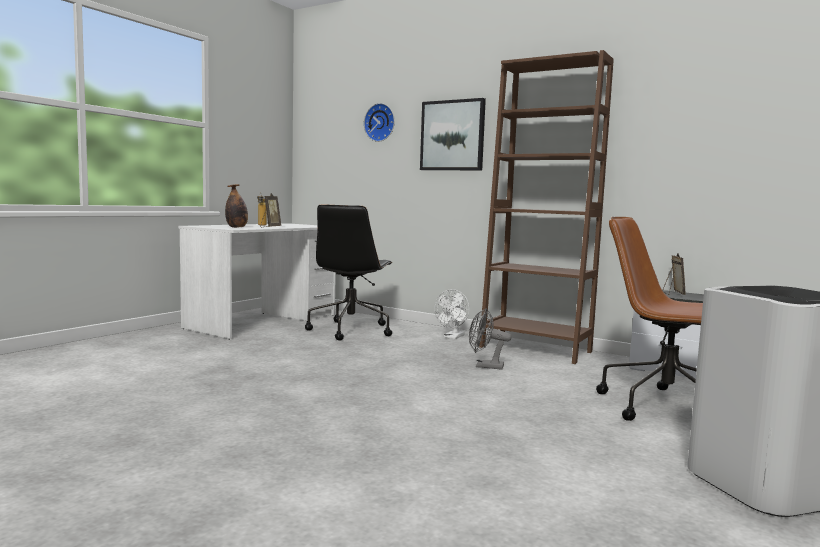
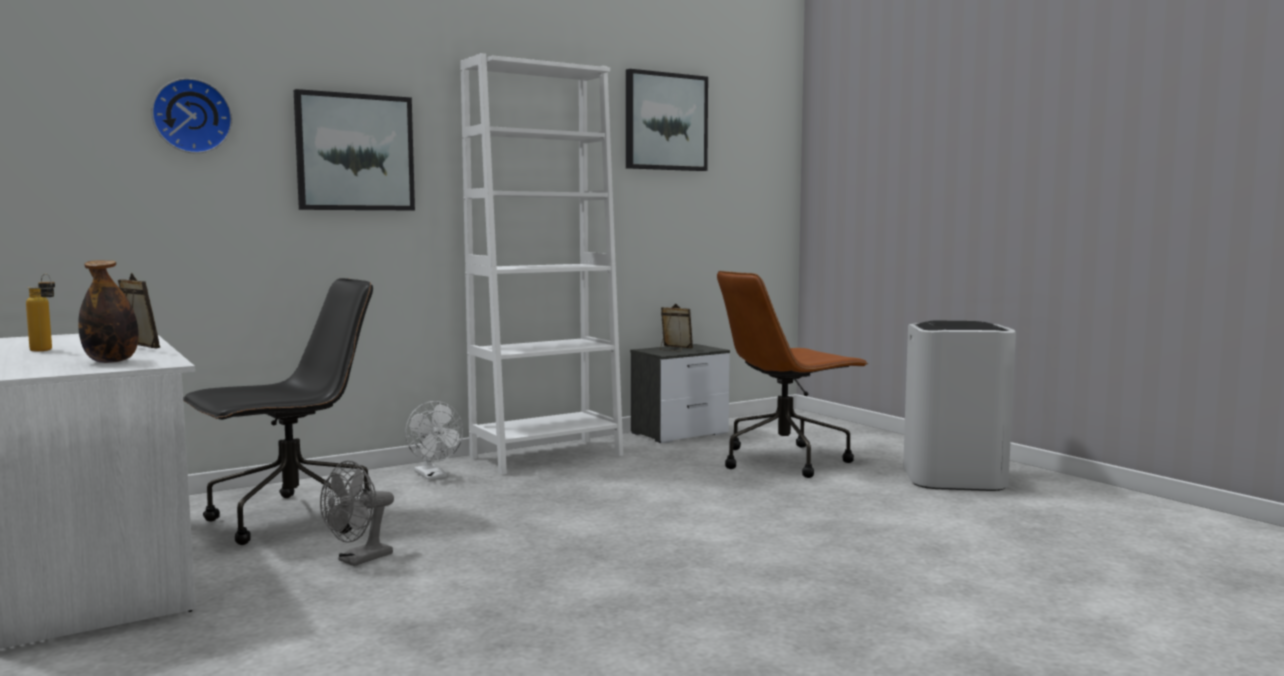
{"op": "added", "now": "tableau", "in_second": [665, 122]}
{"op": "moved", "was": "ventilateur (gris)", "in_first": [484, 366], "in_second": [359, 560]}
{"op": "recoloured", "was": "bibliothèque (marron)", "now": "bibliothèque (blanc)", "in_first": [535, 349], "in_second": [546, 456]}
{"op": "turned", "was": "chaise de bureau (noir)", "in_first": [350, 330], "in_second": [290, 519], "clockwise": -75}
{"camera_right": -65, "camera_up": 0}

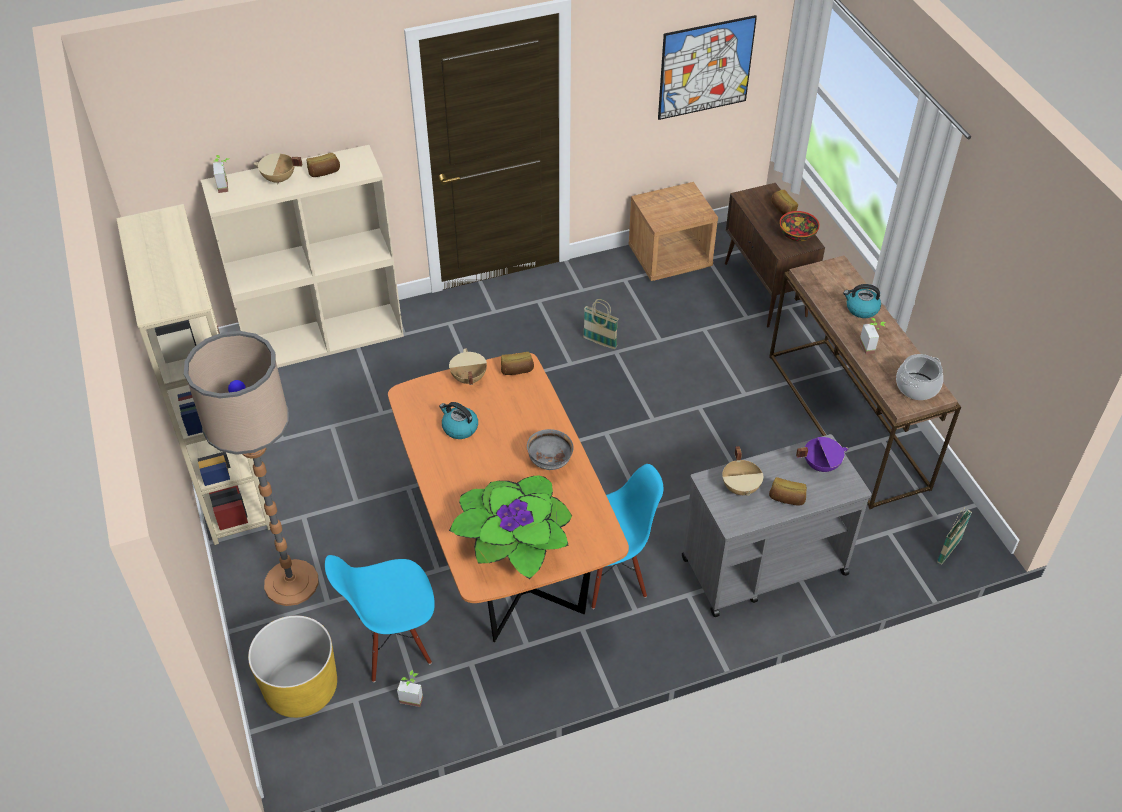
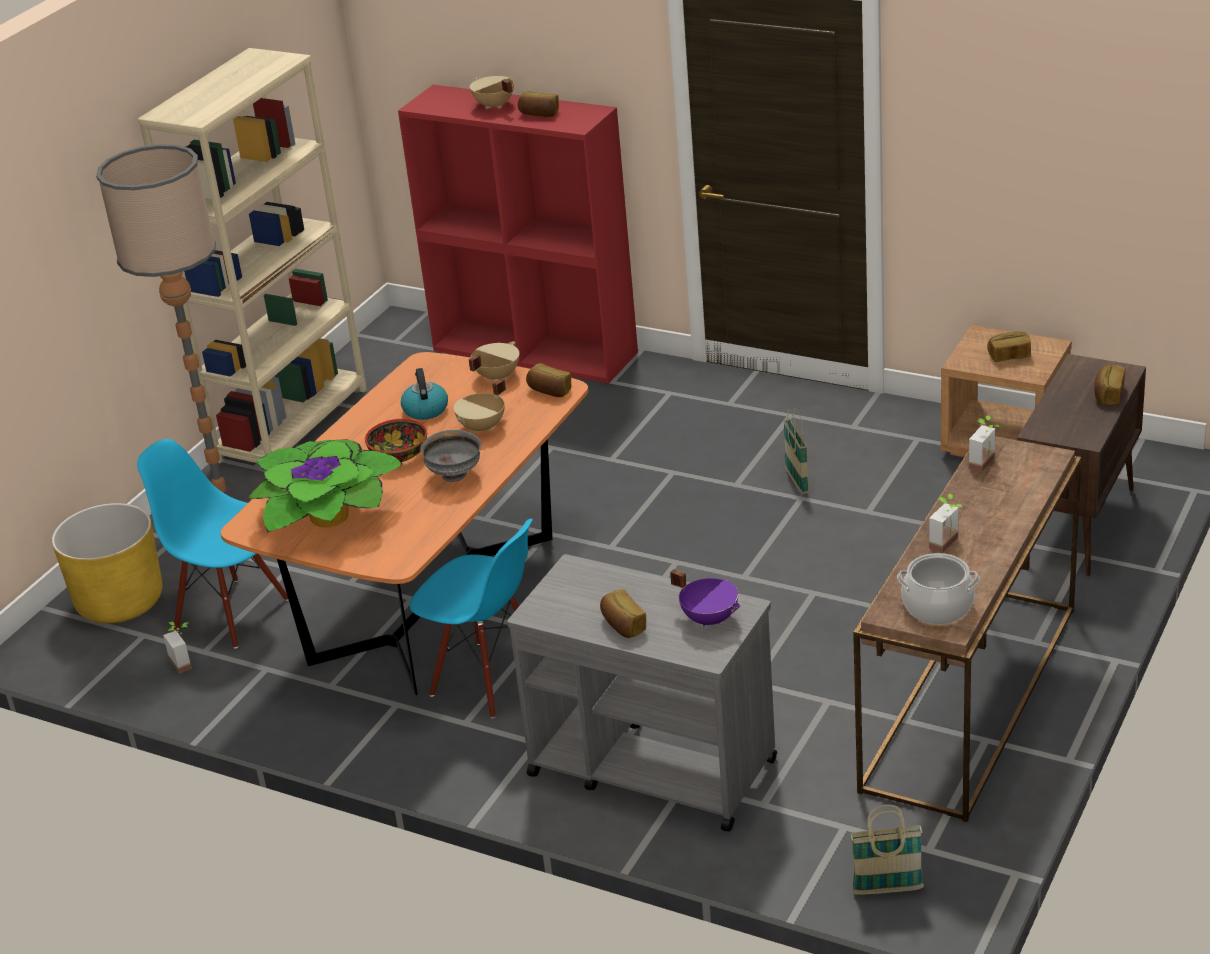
{"op": "removed", "was": "tableau", "in_first": [705, 68]}
{"op": "removed", "was": "bouilloire", "in_first": [861, 309]}
{"op": "added", "now": "pain", "in_second": [1009, 356]}
{"op": "moved", "was": "plante en pot", "in_first": [227, 185], "in_second": [987, 464]}
{"op": "moved", "was": "marmite (beige)", "in_first": [741, 487], "in_second": [483, 427]}
{"op": "moved", "was": "bol", "in_first": [797, 235], "in_second": [398, 455]}
{"op": "recoloured", "was": "bibliothèque (beige)", "now": "bibliothèque (rouge)", "in_first": [324, 337], "in_second": [537, 351]}
{"camera_right": 50, "camera_up": -15}

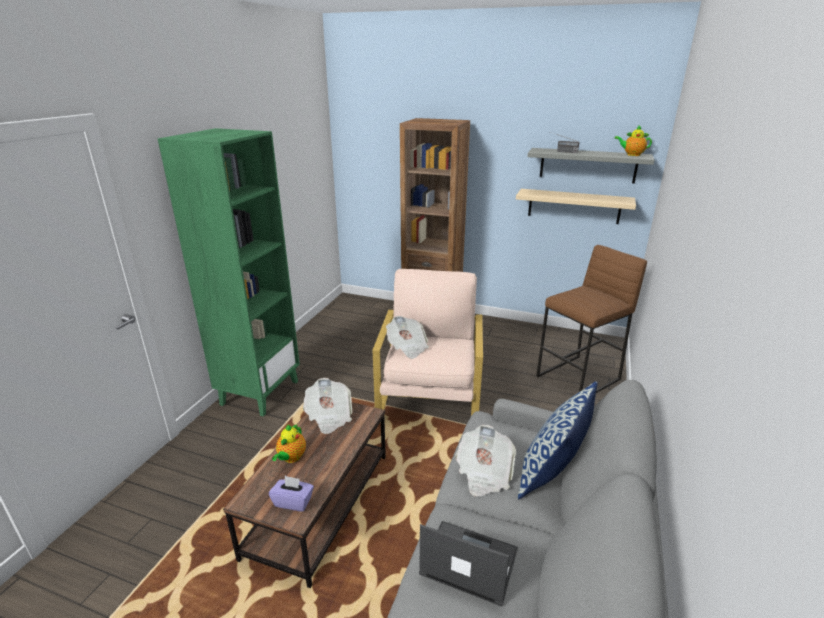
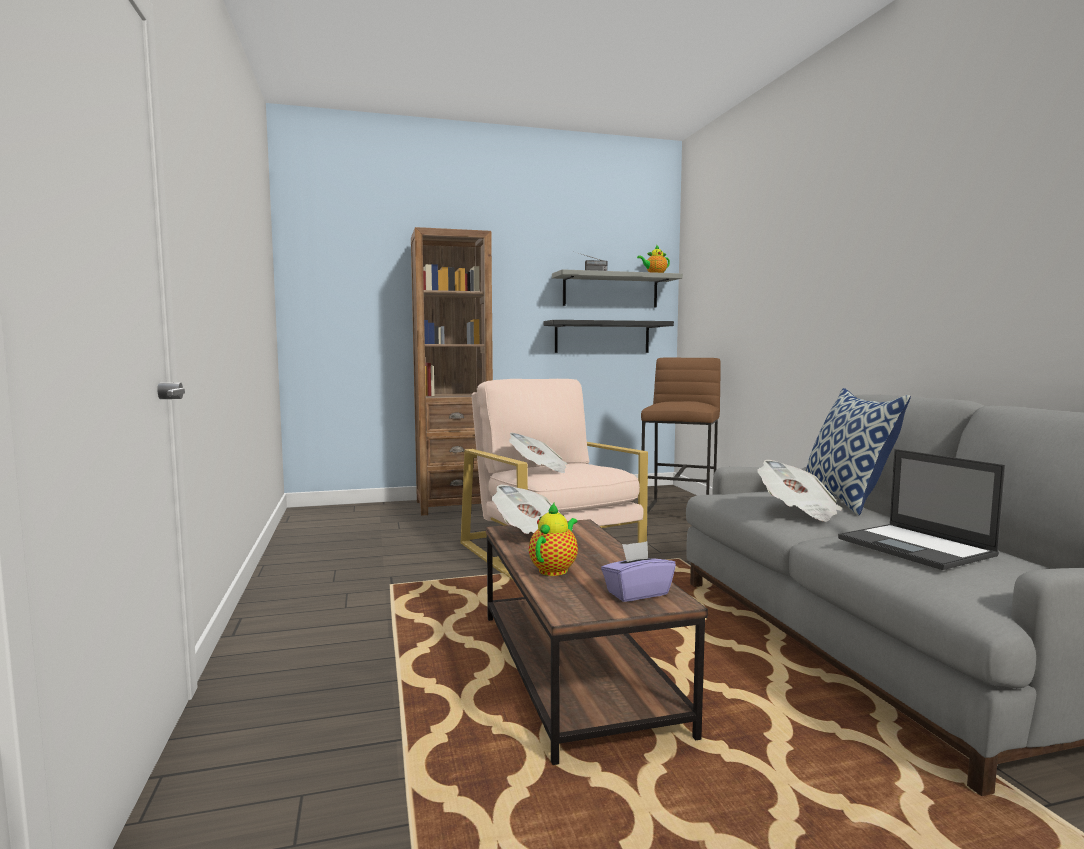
{"op": "removed", "was": "bibliothèque (vert)", "in_first": [260, 392]}
{"op": "recoloured", "was": "étagère (beige)", "now": "étagère (noir)", "in_first": [574, 206], "in_second": [602, 337]}
{"op": "turned", "was": "théière", "in_first": [291, 458], "in_second": [555, 569], "clockwise": -135}
{"op": "turned", "was": "ordinateur portable", "in_first": [468, 561], "in_second": [916, 547], "clockwise": -105}
{"camera_right": -35, "camera_up": -20}

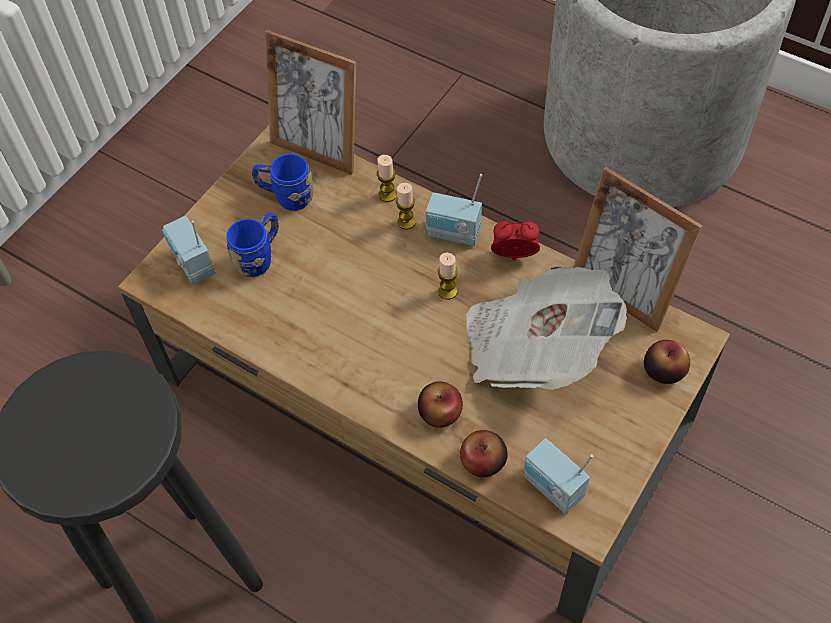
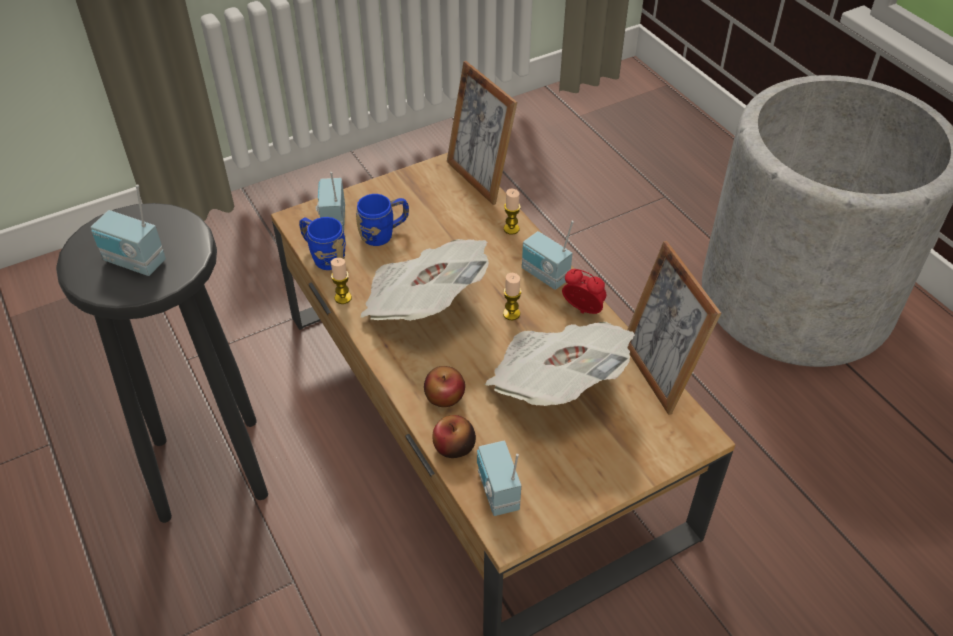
{"op": "removed", "was": "pomme", "in_first": [664, 370]}
{"op": "added", "now": "radio", "in_second": [134, 263]}
{"op": "added", "now": "journal", "in_second": [423, 303]}
{"op": "moved", "was": "mug (bleu)", "in_first": [286, 197], "in_second": [323, 256]}
{"op": "moved", "was": "bougie", "in_first": [406, 222], "in_second": [343, 298]}
{"camera_right": 25, "camera_up": -10}

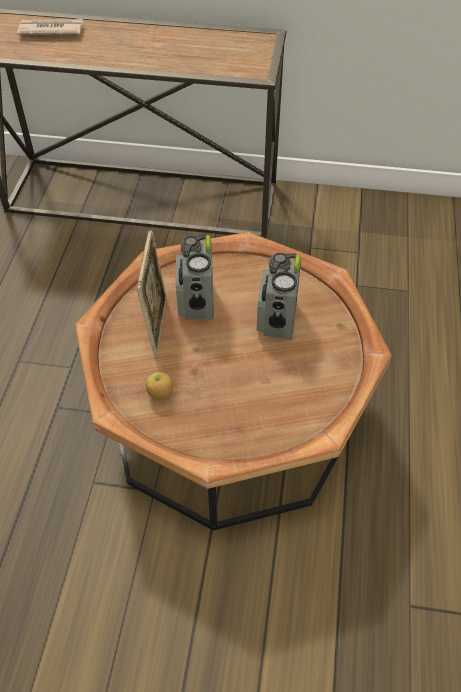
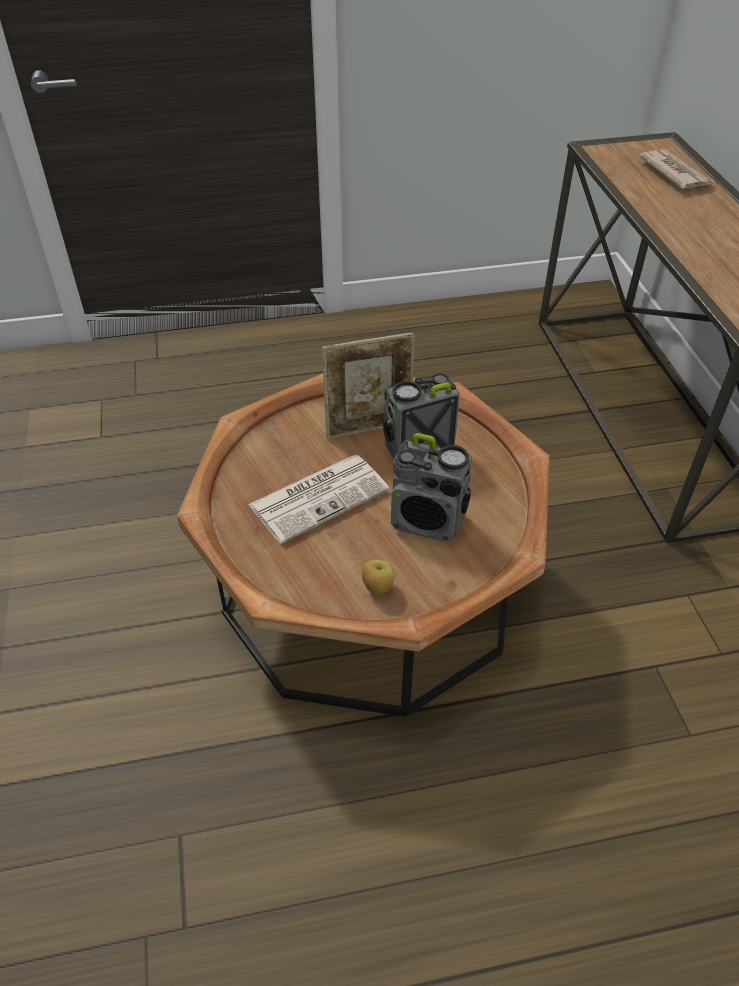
{"op": "added", "now": "journal", "in_second": [320, 496]}
{"op": "moved", "was": "pomme", "in_first": [160, 394], "in_second": [377, 587]}
{"op": "turned", "was": "radio", "in_first": [276, 320], "in_second": [428, 521], "clockwise": -150}
{"camera_right": 70, "camera_up": -5}

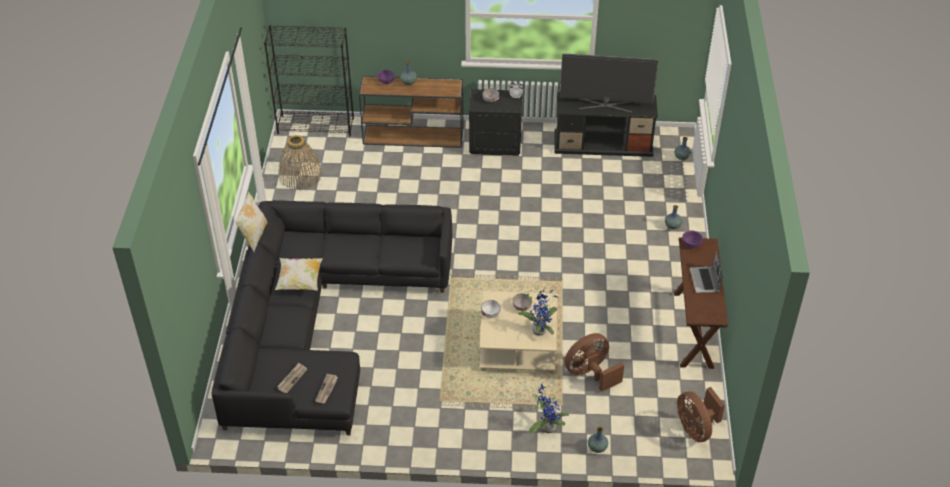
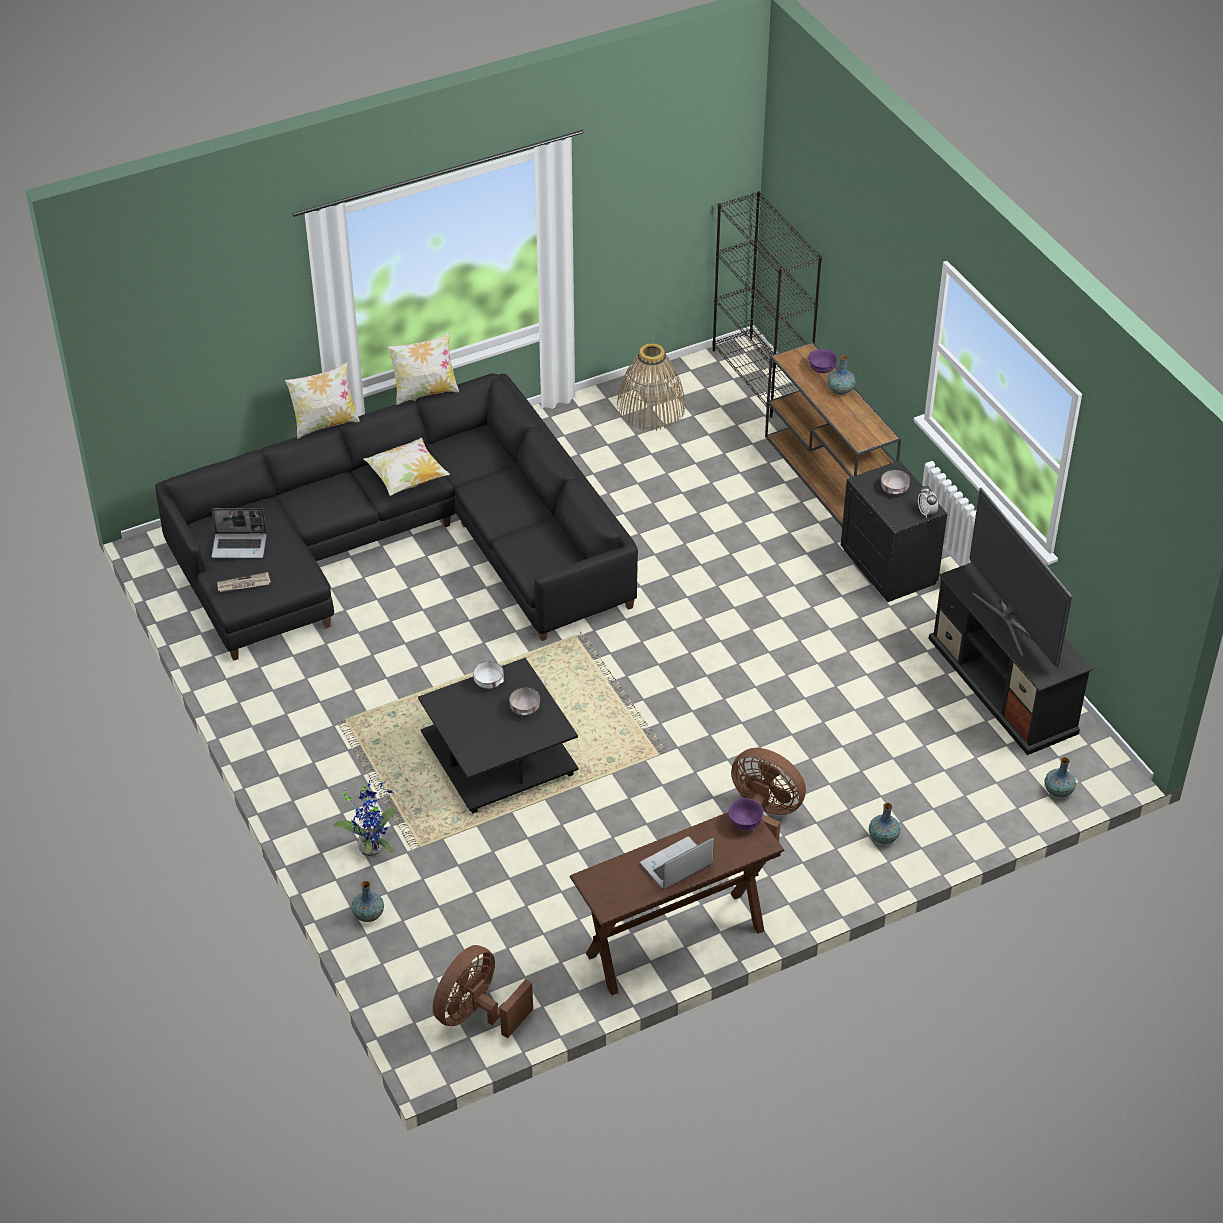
{"op": "removed", "was": "plante en pot", "in_first": [540, 329]}
{"op": "added", "now": "coussin", "in_second": [325, 424]}
{"op": "moved", "was": "ventilateur (marron)", "in_first": [590, 373], "in_second": [764, 815]}
{"op": "replaced", "was": "journal", "now": "ordinateur portable", "in_first": [292, 378], "in_second": [240, 546]}
{"op": "recoloured", "was": "table basse (beige)", "now": "table basse (noir)", "in_first": [517, 344], "in_second": [500, 755]}
{"camera_right": 60, "camera_up": 0}

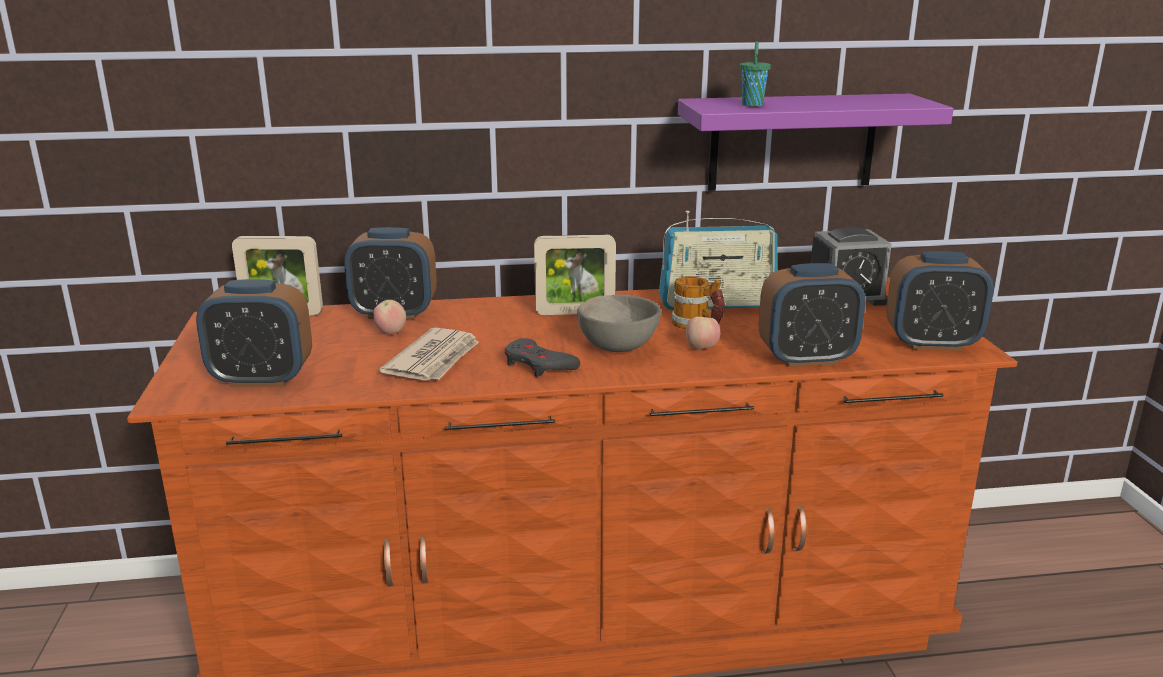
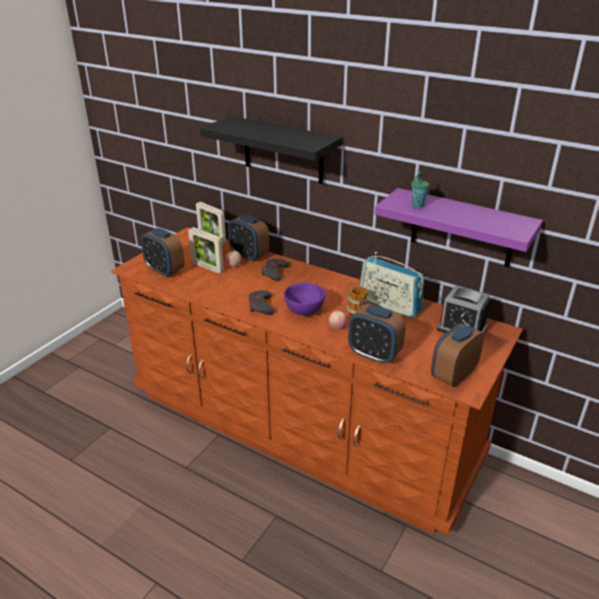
{"op": "removed", "was": "journal", "in_first": [434, 359]}
{"op": "added", "now": "étagère (noir)", "in_second": [283, 150]}
{"op": "added", "now": "manette (gris)", "in_second": [274, 272]}
{"op": "moved", "was": "cadre photo", "in_first": [575, 312], "in_second": [207, 267]}
{"op": "recoloured", "was": "bol (gris)", "now": "bol (violet)", "in_first": [618, 347], "in_second": [304, 311]}
{"op": "turned", "was": "réveil", "in_first": [932, 343], "in_second": [453, 375], "clockwise": 90}
{"camera_right": 40, "camera_up": 10}

